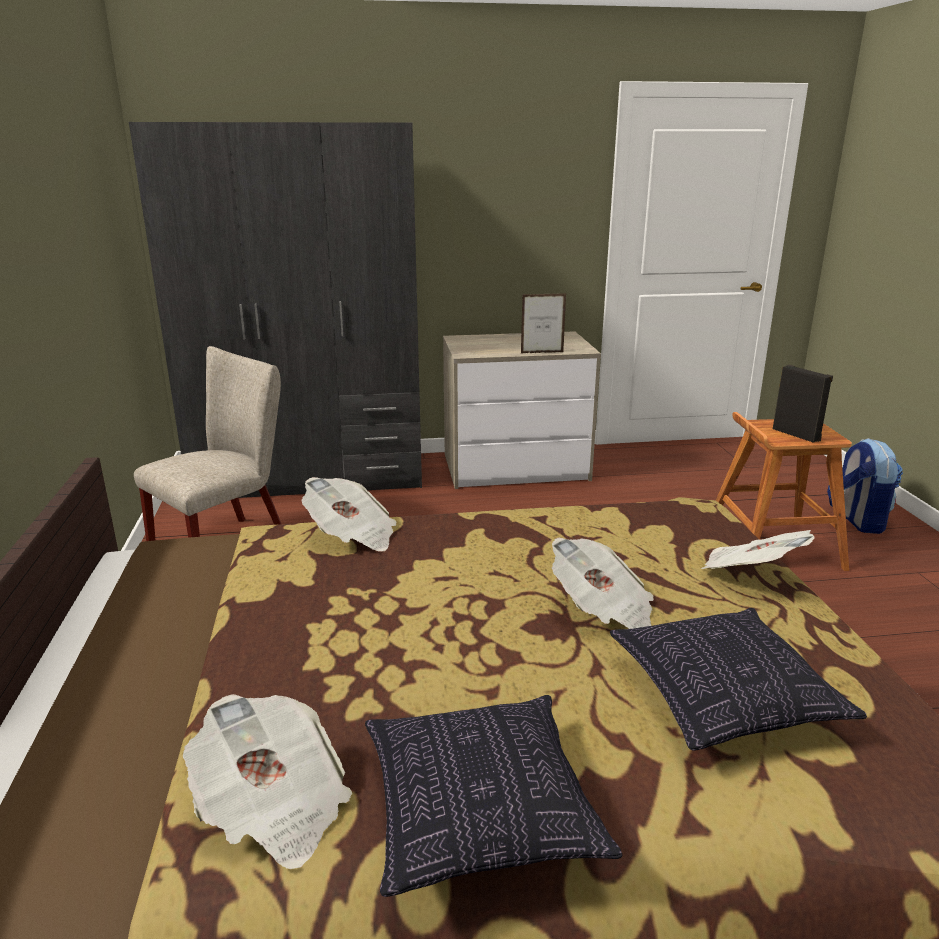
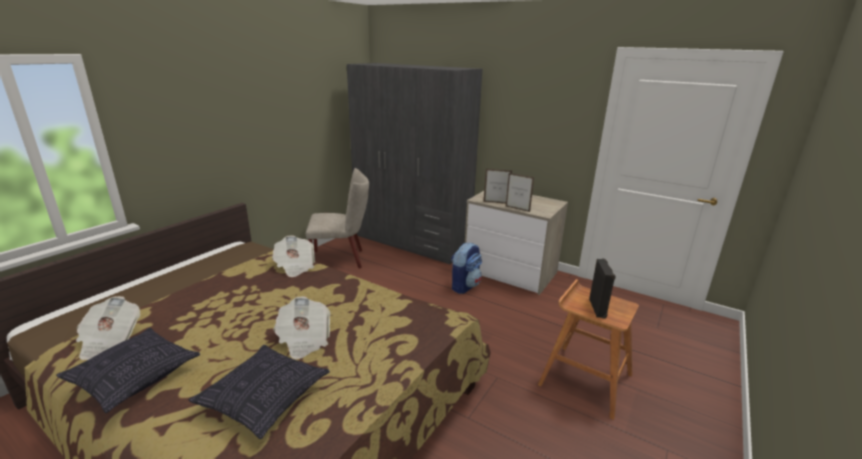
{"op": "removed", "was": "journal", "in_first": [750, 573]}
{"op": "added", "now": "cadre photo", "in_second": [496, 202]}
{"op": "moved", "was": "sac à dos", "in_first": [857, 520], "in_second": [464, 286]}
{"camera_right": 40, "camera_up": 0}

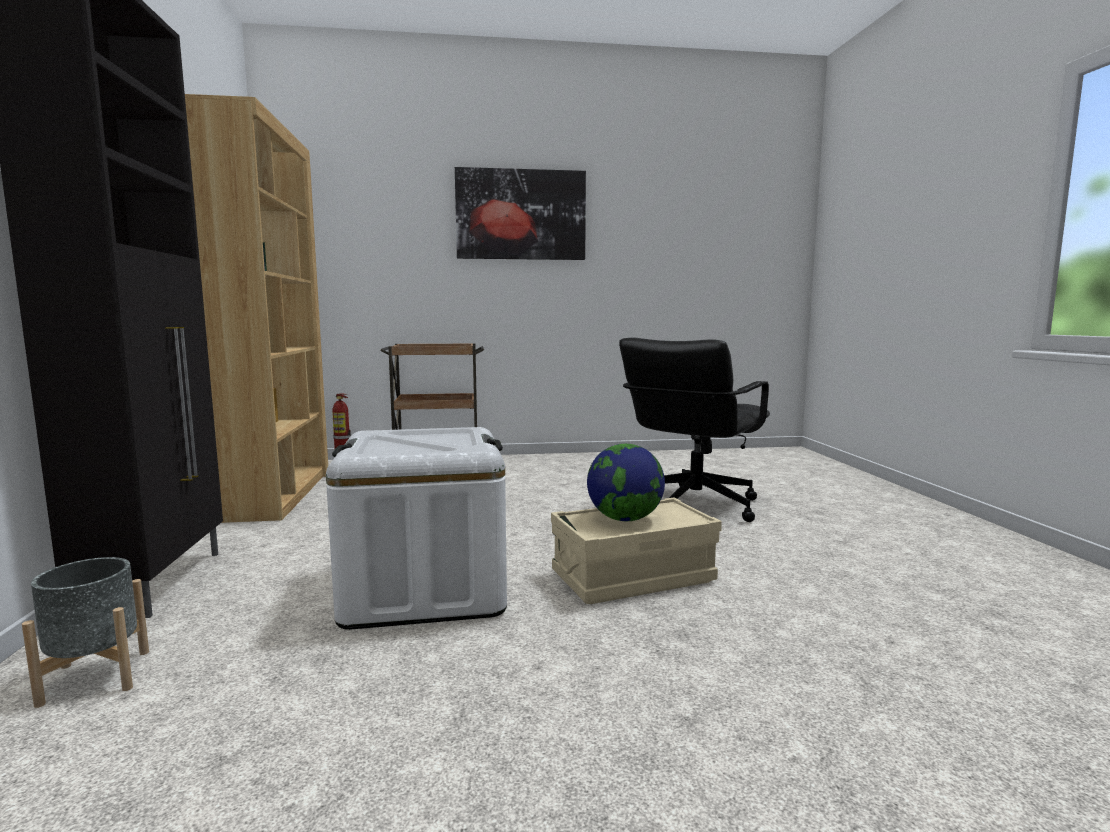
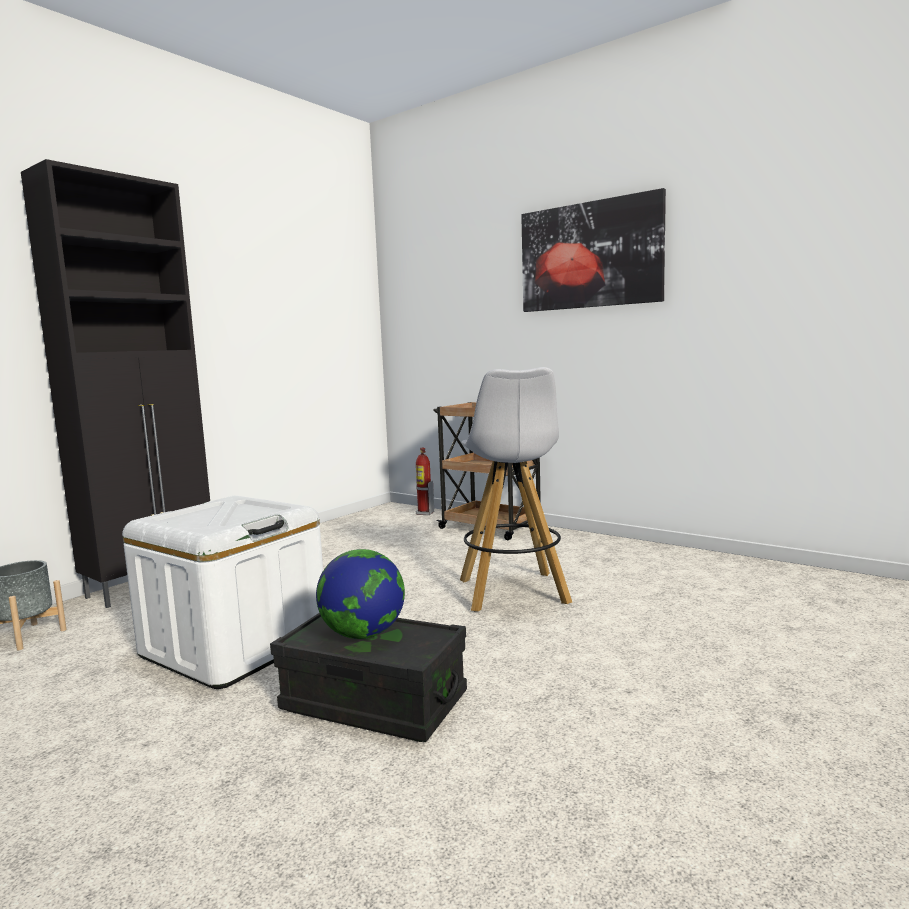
{"op": "removed", "was": "bibliothèque (marron)", "in_first": [272, 495]}
{"op": "removed", "was": "chaise de bureau (noir)", "in_first": [693, 505]}
{"op": "added", "now": "tabouret (blanc)", "in_second": [513, 592]}
{"op": "recoloured", "was": "boîte de rangement (beige)", "now": "boîte de rangement (noir)", "in_first": [633, 577], "in_second": [374, 703]}
{"camera_right": 45, "camera_up": 0}

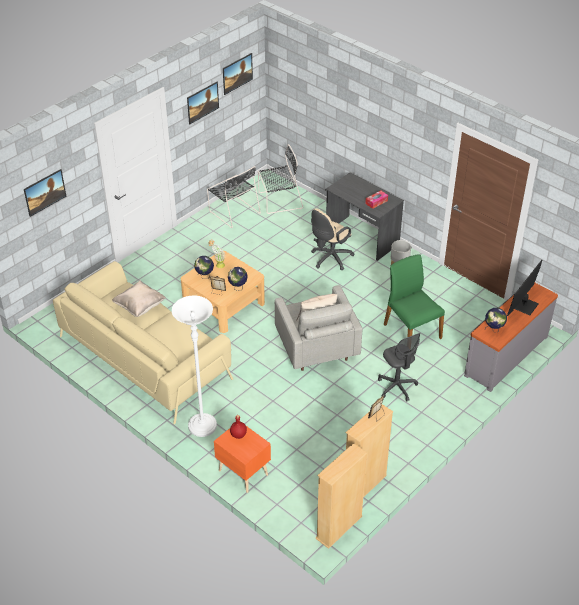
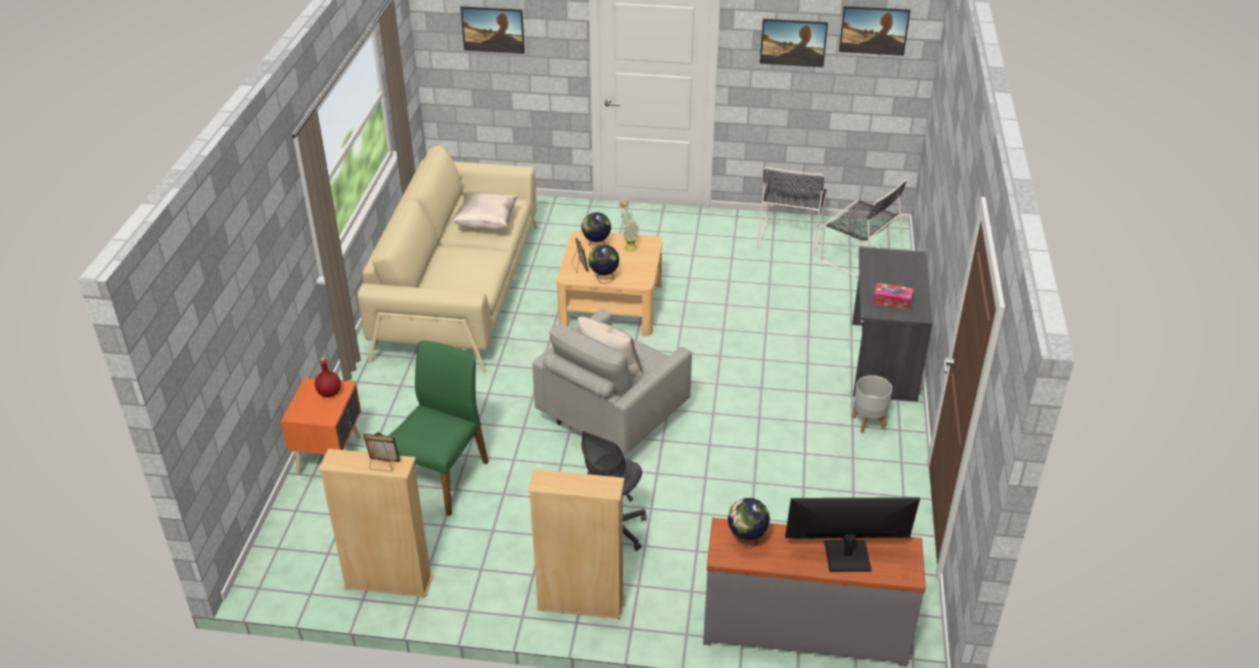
{"op": "removed", "was": "lampadaire (blanc)", "in_first": [202, 426]}
{"op": "removed", "was": "chaise de bureau (beige)", "in_first": [329, 259]}
{"op": "moved", "was": "bibliothèque (beige)", "in_first": [339, 527], "in_second": [580, 604]}
{"op": "moved", "was": "chaise (vert)", "in_first": [411, 331], "in_second": [440, 477]}
{"camera_right": 55, "camera_up": -5}

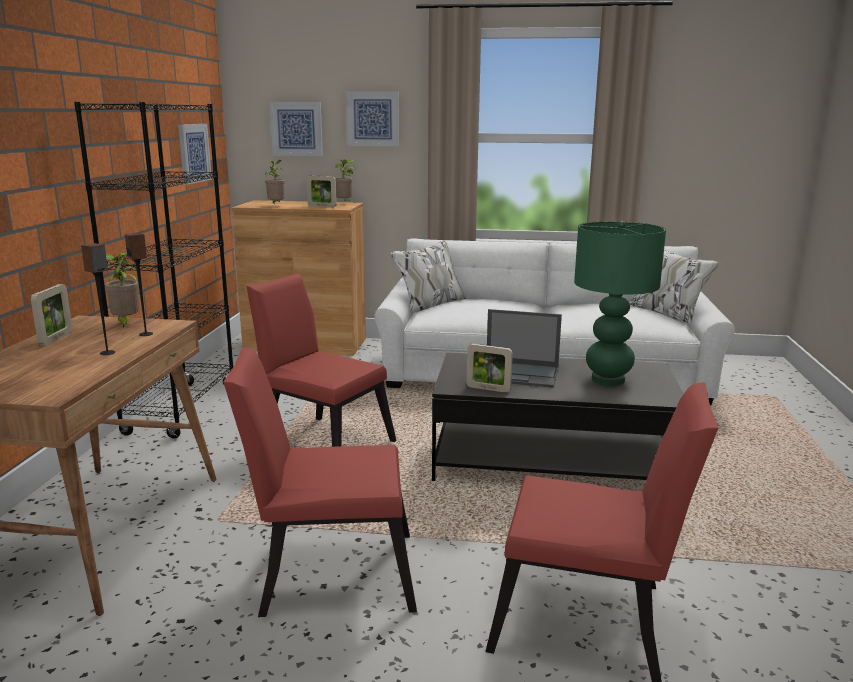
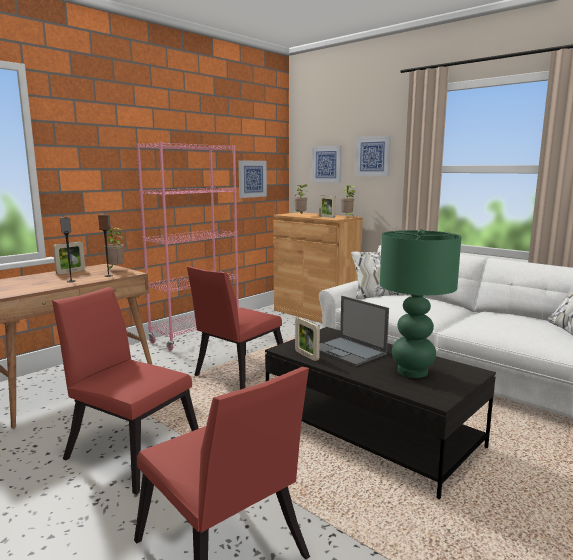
{"op": "recoloured", "was": "bibliothèque (noir)", "now": "bibliothèque (rose)", "in_first": [182, 409], "in_second": [196, 336]}
{"op": "turned", "was": "chaise (rouge)", "in_first": [321, 443], "in_second": [237, 374], "clockwise": -120}
{"camera_right": 35, "camera_up": -5}

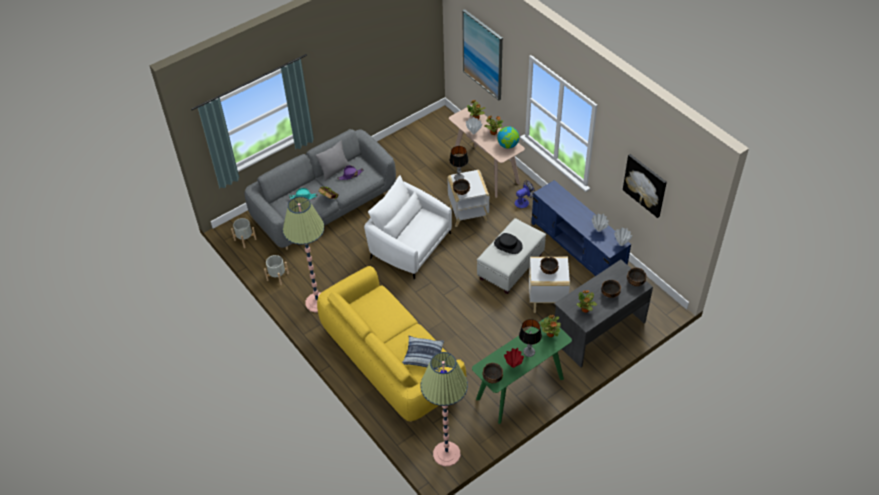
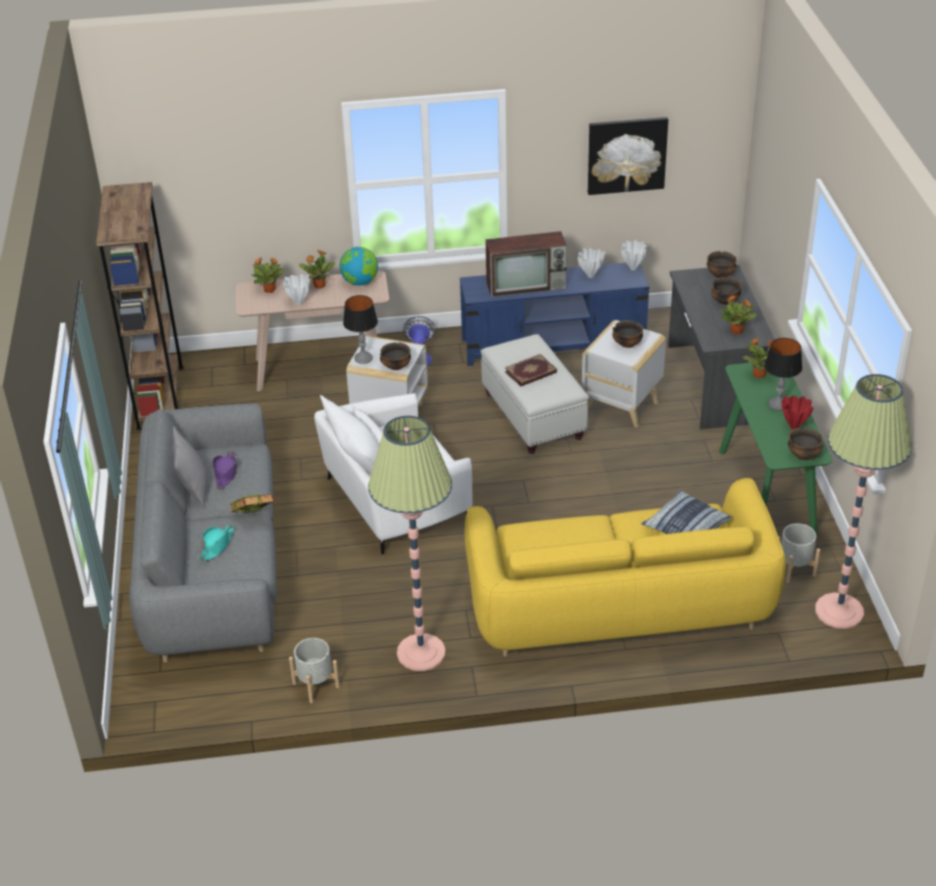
{"op": "removed", "was": "tableau", "in_first": [483, 54]}
{"op": "added", "now": "bibliothèque (marron)", "in_second": [160, 397]}
{"op": "added", "now": "téléviseur", "in_second": [527, 285]}
{"op": "moved", "was": "cache-pot (gris)", "in_first": [245, 239], "in_second": [794, 568]}
{"op": "replaced", "was": "chapeau (noir)", "now": "livre", "in_first": [508, 245], "in_second": [531, 372]}
{"camera_right": -60, "camera_up": -10}

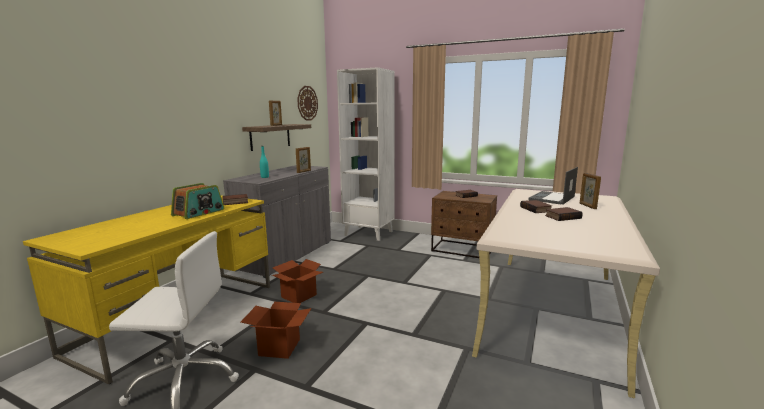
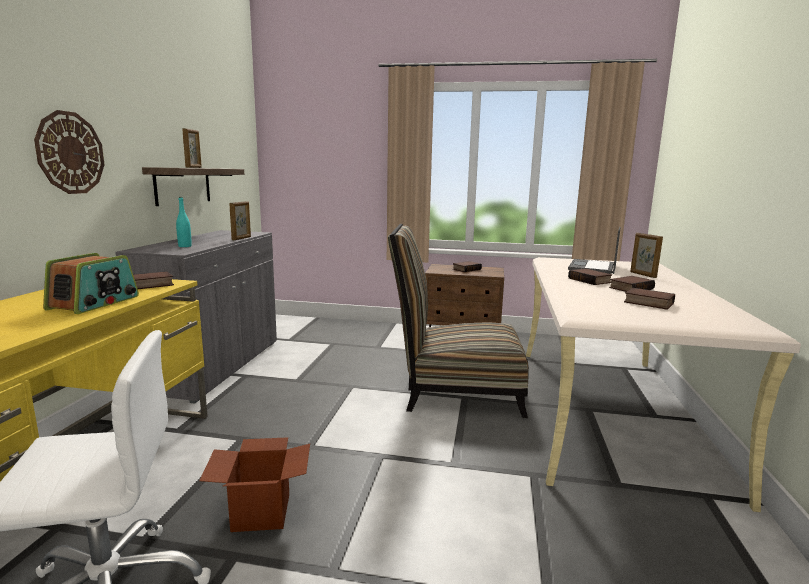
{"op": "removed", "was": "carton", "in_first": [299, 296]}
{"op": "removed", "was": "bibliothèque (blanc)", "in_first": [369, 233]}
{"op": "added", "now": "chaise", "in_second": [454, 391]}
{"op": "added", "now": "livre", "in_second": [647, 303]}
{"op": "moved", "was": "horloge murale", "in_first": [307, 103], "in_second": [70, 153]}
{"camera_right": -15, "camera_up": 0}

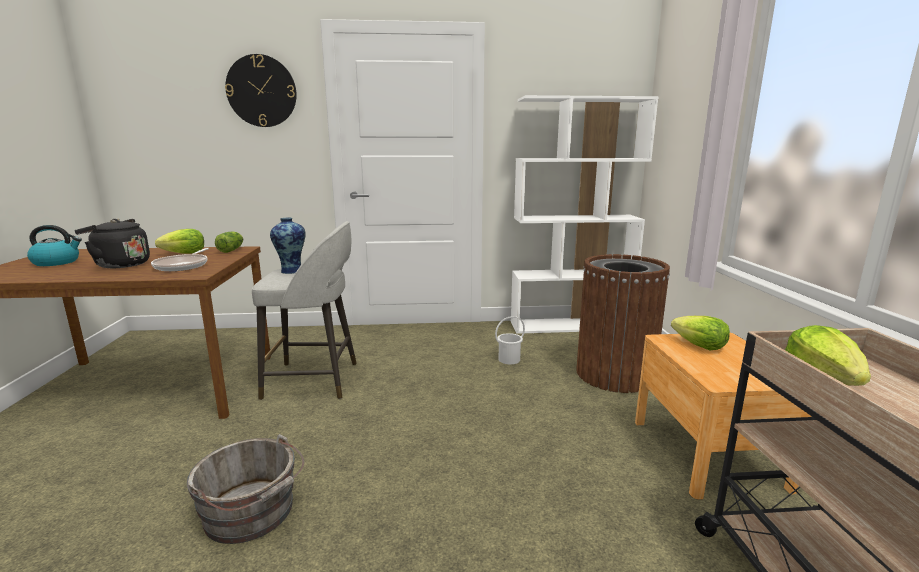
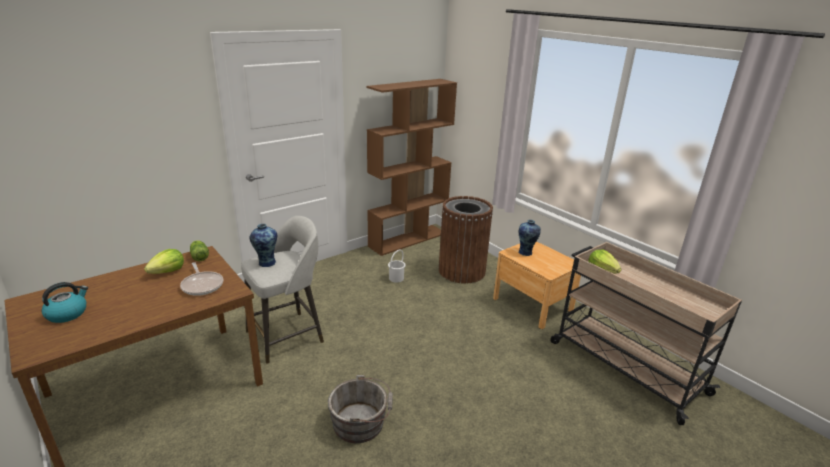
{"op": "removed", "was": "bouilloire (noir)", "in_first": [120, 265]}
{"op": "removed", "was": "horloge murale", "in_first": [261, 91]}
{"op": "replaced", "was": "laitue", "now": "vase", "in_first": [699, 345], "in_second": [526, 252]}
{"op": "recoloured", "was": "bibliothèque (blanc)", "now": "bibliothèque (marron)", "in_first": [570, 325], "in_second": [408, 239]}
{"camera_right": -35, "camera_up": 10}

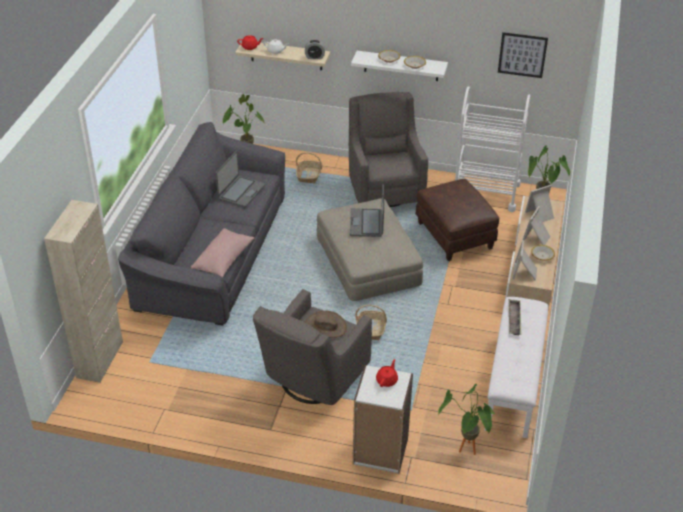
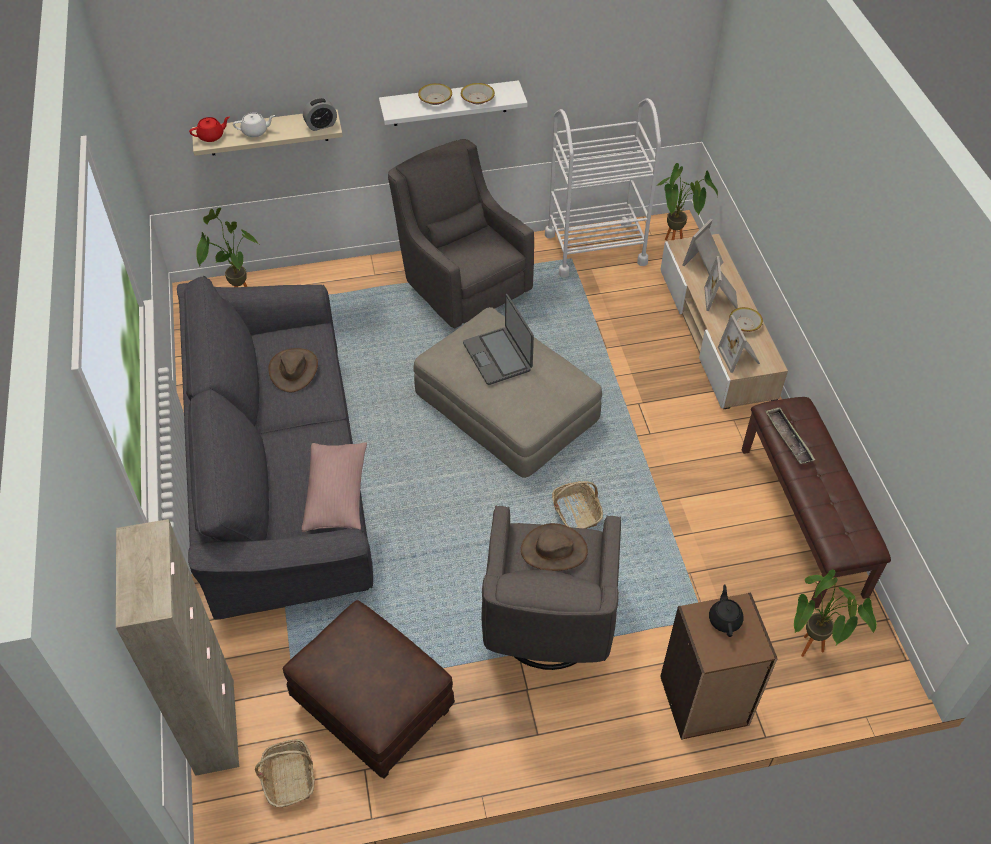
{"op": "removed", "was": "tableau", "in_first": [522, 55]}
{"op": "moved", "was": "panier", "in_first": [309, 175], "in_second": [289, 778]}
{"op": "moved", "was": "pouf (marron)", "in_first": [453, 235], "in_second": [371, 707]}
{"op": "replaced", "was": "ordinateur portable", "now": "chapeau (marron)", "in_first": [241, 192], "in_second": [293, 370]}
{"op": "recoloured", "was": "bibliothèque (blanc)", "now": "bibliothèque (marron)", "in_first": [380, 451], "in_second": [704, 702]}
{"op": "recoloured", "was": "théière (rouge)", "now": "théière (noir)", "in_first": [387, 380], "in_second": [724, 619]}
{"op": "recoloured", "was": "banc (blanc)", "now": "banc (marron)", "in_first": [514, 383], "in_second": [803, 520]}
{"camera_right": -25, "camera_up": 10}

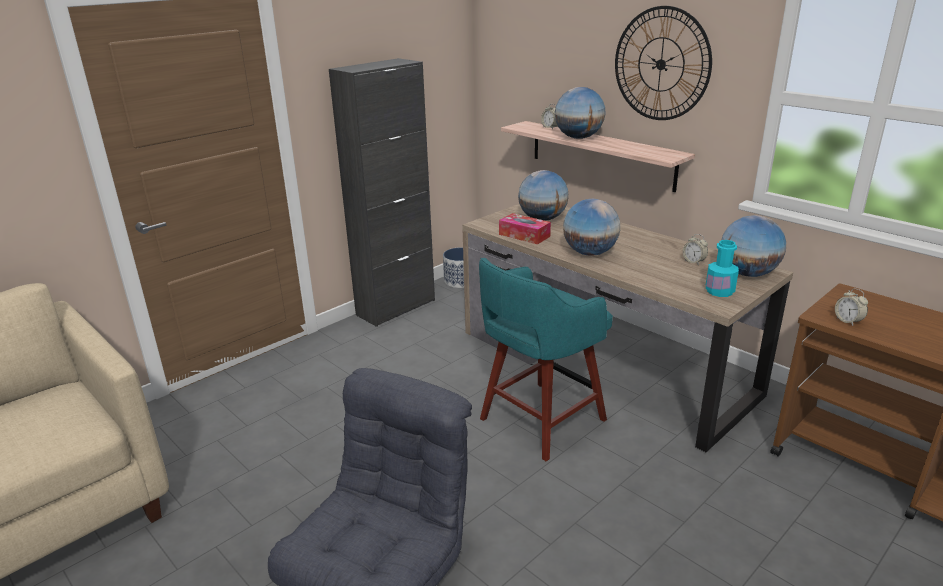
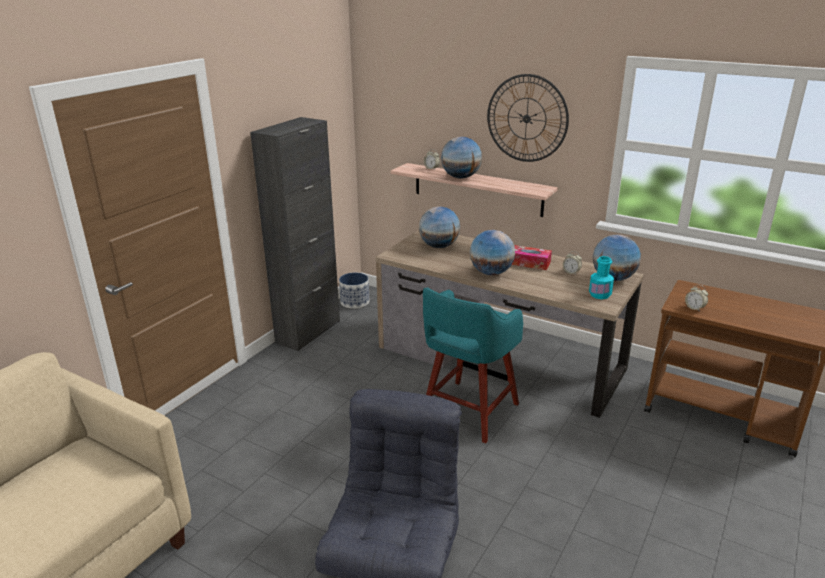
{"op": "moved", "was": "boîte à mouchoirs", "in_first": [524, 235], "in_second": [529, 263]}
{"camera_right": -15, "camera_up": 0}

